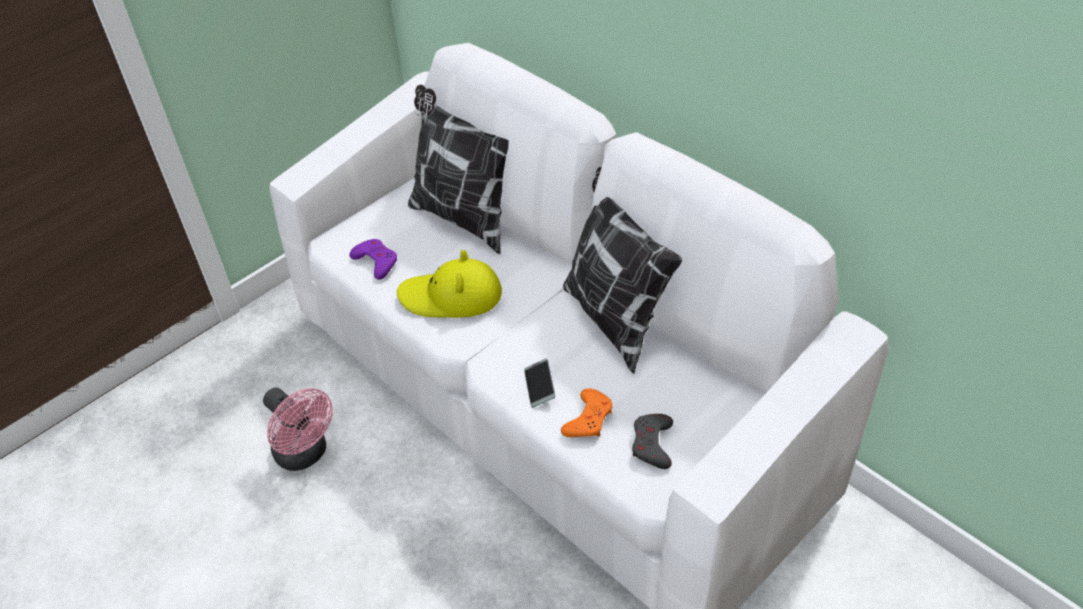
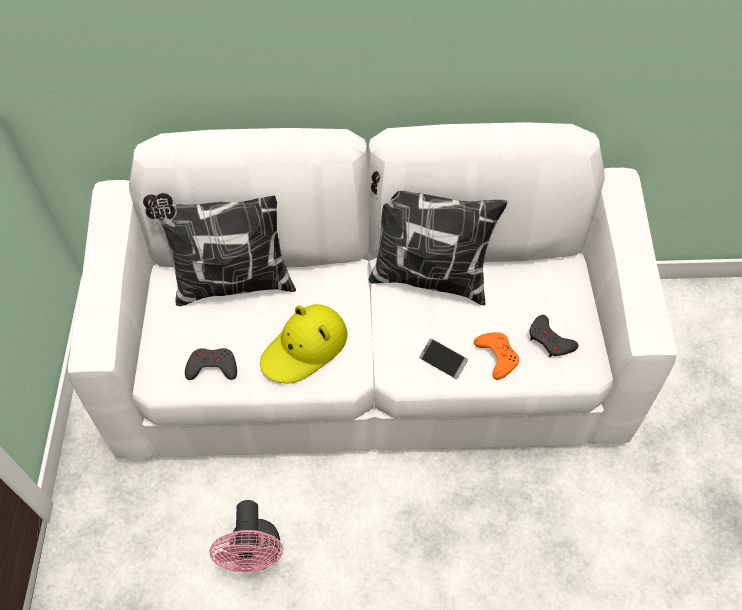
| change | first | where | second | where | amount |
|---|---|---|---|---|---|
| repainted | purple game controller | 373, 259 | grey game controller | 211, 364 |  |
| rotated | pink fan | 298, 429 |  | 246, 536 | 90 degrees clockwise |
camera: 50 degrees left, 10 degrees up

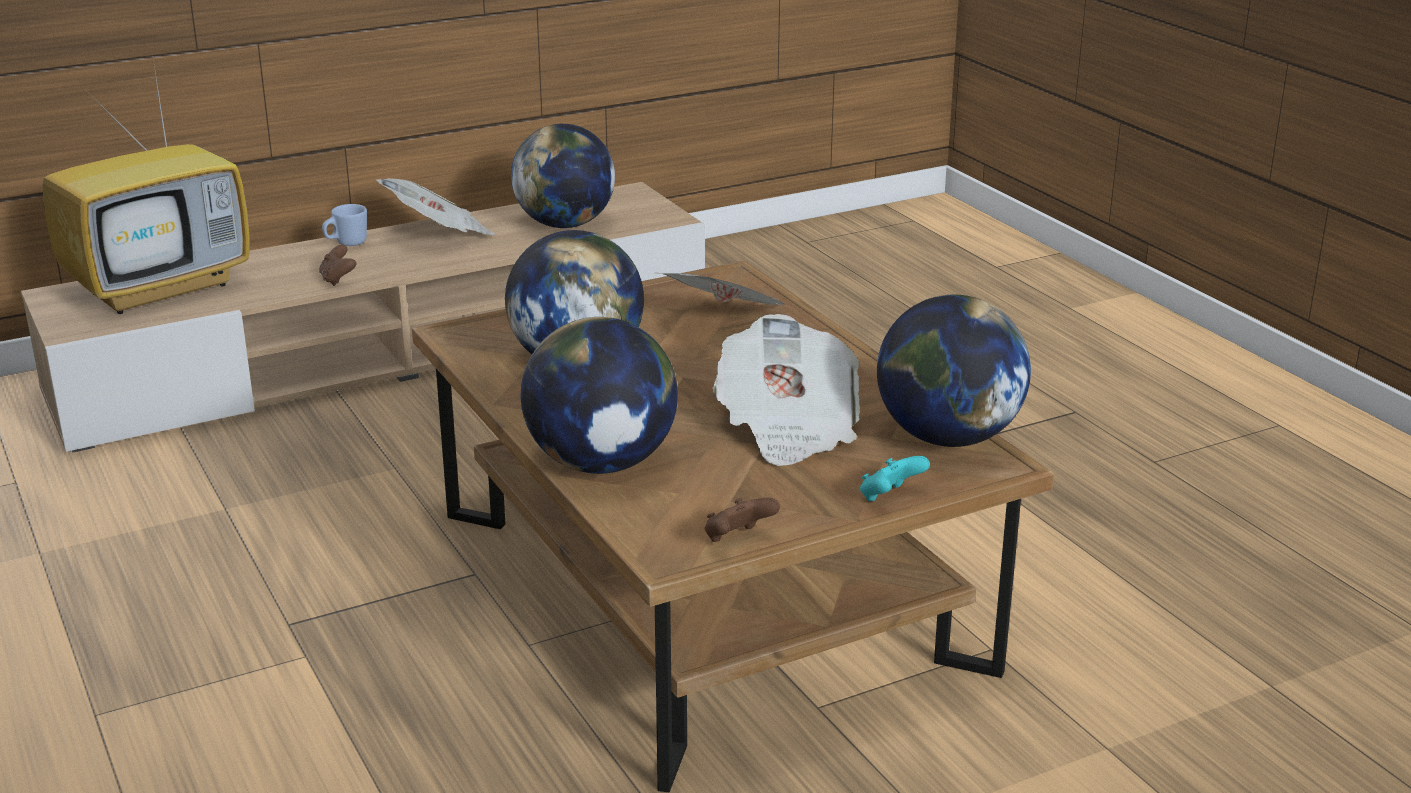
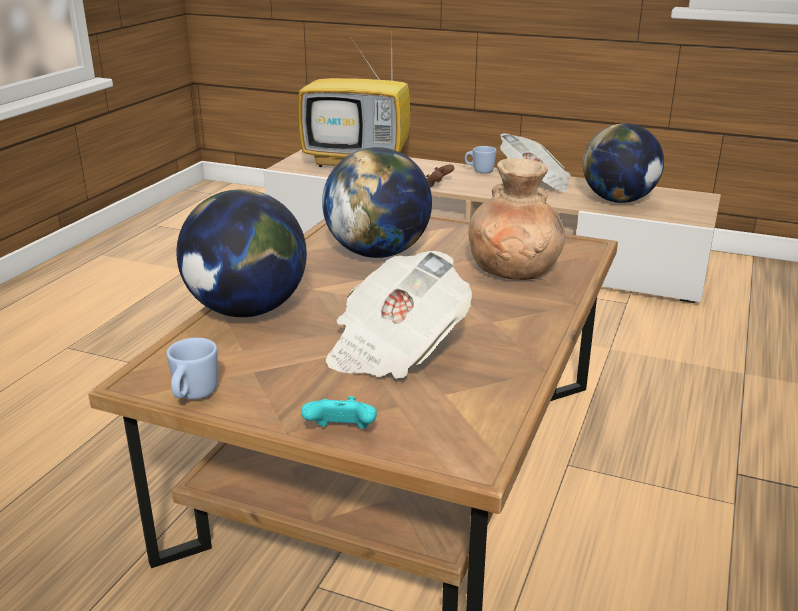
| change | first | where | second | where | amount |
|---|---|---|---|---|---|
| swapped | brown game controller | 742, 520 | blue mug | 191, 368 |  |
| swapped | newspaper | 719, 288 | brown vase | 516, 219 |  |
| gone | globe | 954, 370 |  |  |  |
camera: 50 degrees right, 0 degrees up

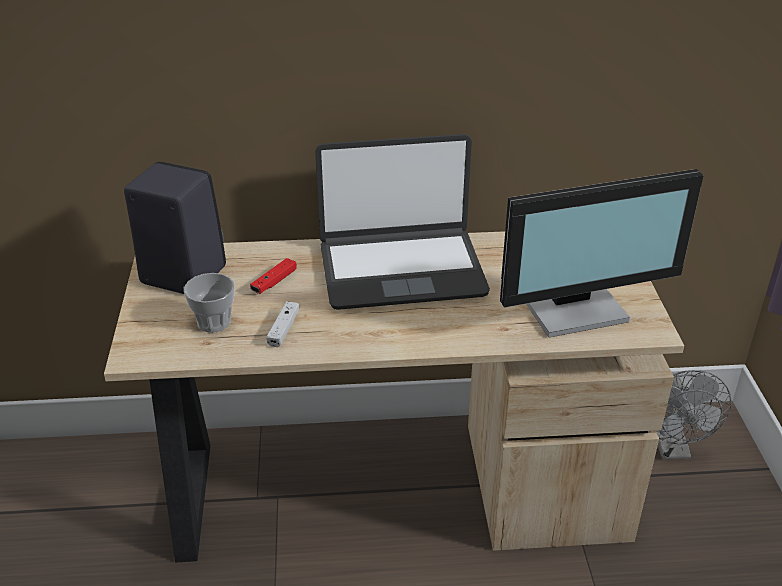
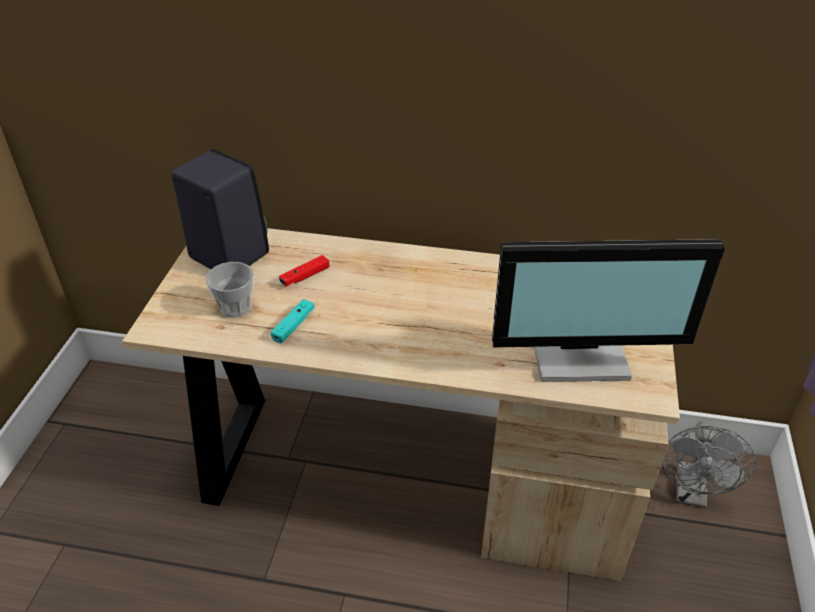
| change | first | where | second | where | amount |
|---|---|---|---|---|---|
| repainted | white game controller | 283, 324 | turquoise game controller | 293, 321 |  |
| gone | laptop | 402, 222 |  |  |  |
camera: 15 degrees right, 5 degrees up

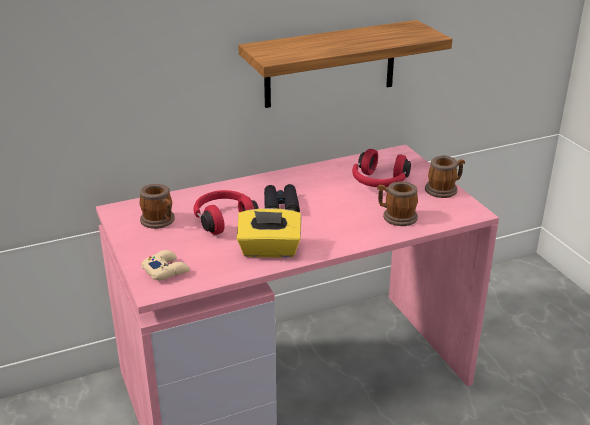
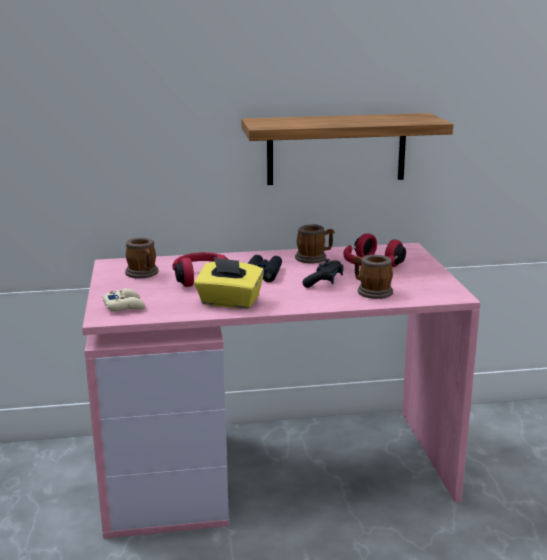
| change | first | where | second | where | amount |
|---|---|---|---|---|---|
| shifted | mug | 445, 176 |  | 315, 243 |  |
| new |  |  | black game controller | 323, 273 |  |
camera: 15 degrees right, 10 degrees down

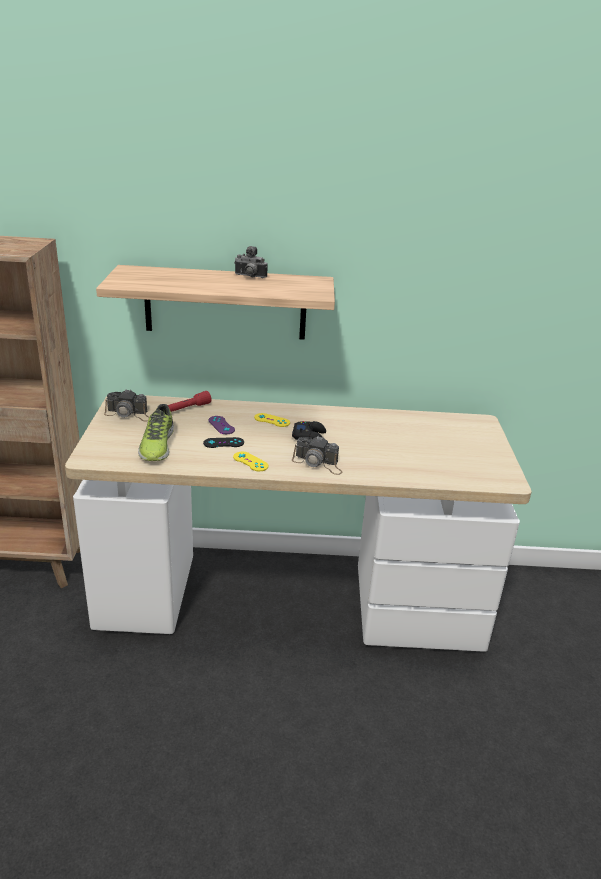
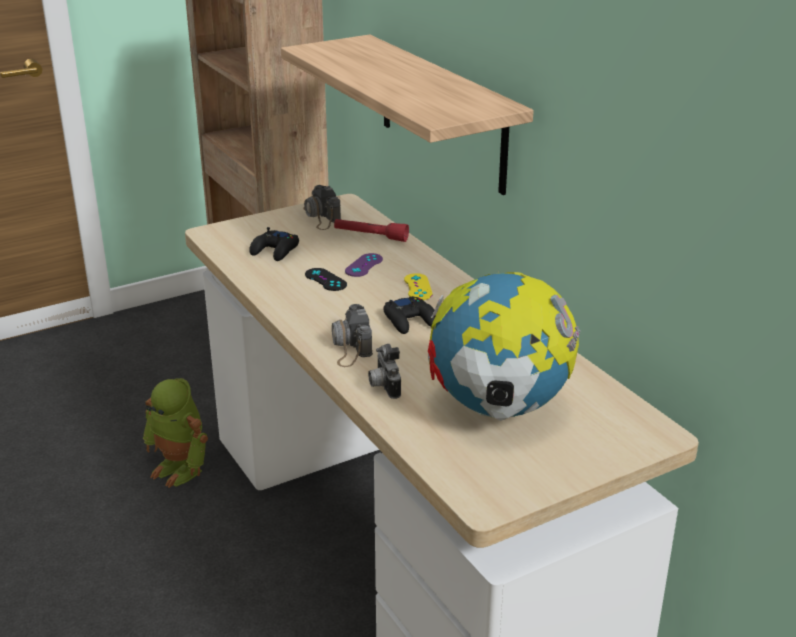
| change | first | where | second | where | amount |
|---|---|---|---|---|---|
| new |  |  | toy robot | 175, 433 |  |
| swapped | shoe | 156, 432 | black game controller | 274, 244 |  |
| shifted | photo camera | 251, 262 |  | 384, 371 |  |
| new |  |  | globe | 504, 346 |  |
| gone | yellow game controller | 251, 461 |  |  |  |
camera: 60 degrees right, 0 degrees up

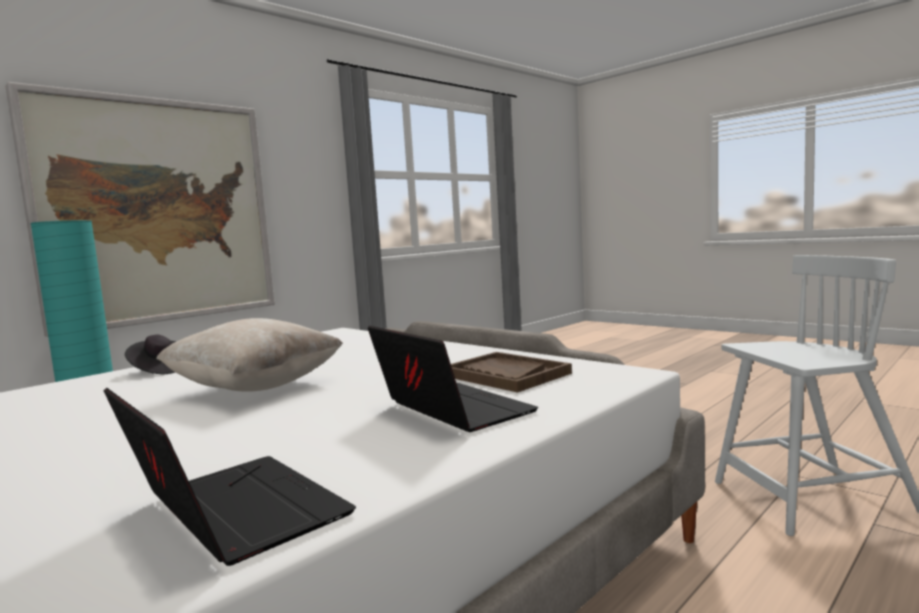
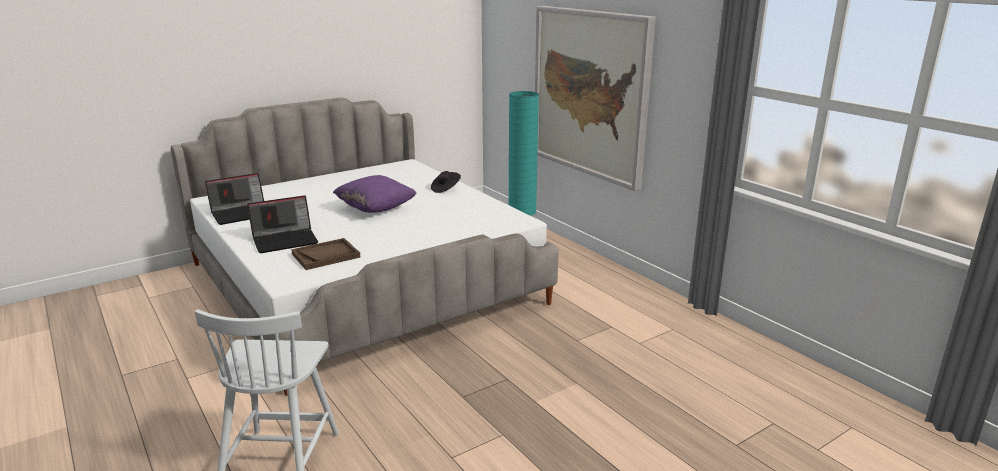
| change | first | where | second | where | amount |
|---|---|---|---|---|---|
| repainted | beige pillow | 249, 355 | purple pillow | 375, 194 |  |
camera: 100 degrees right, 15 degrees up

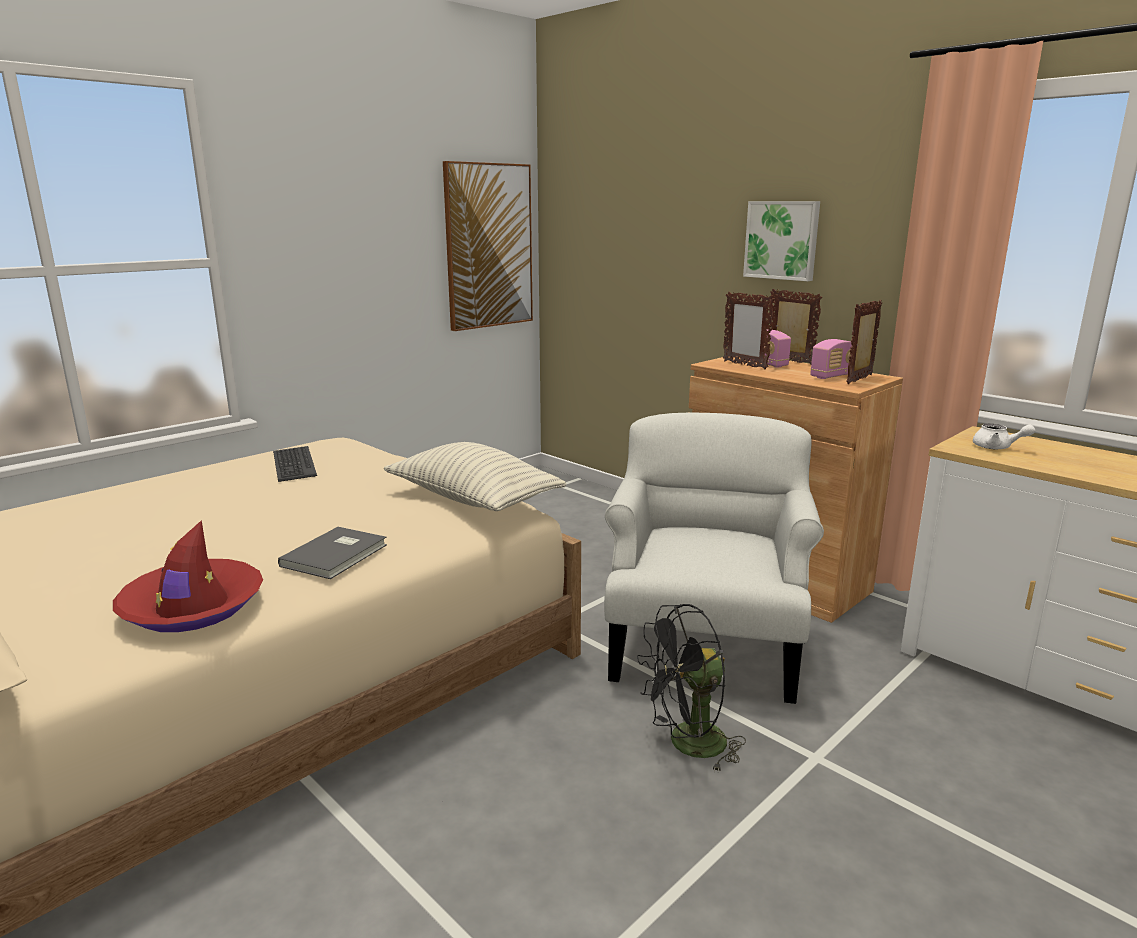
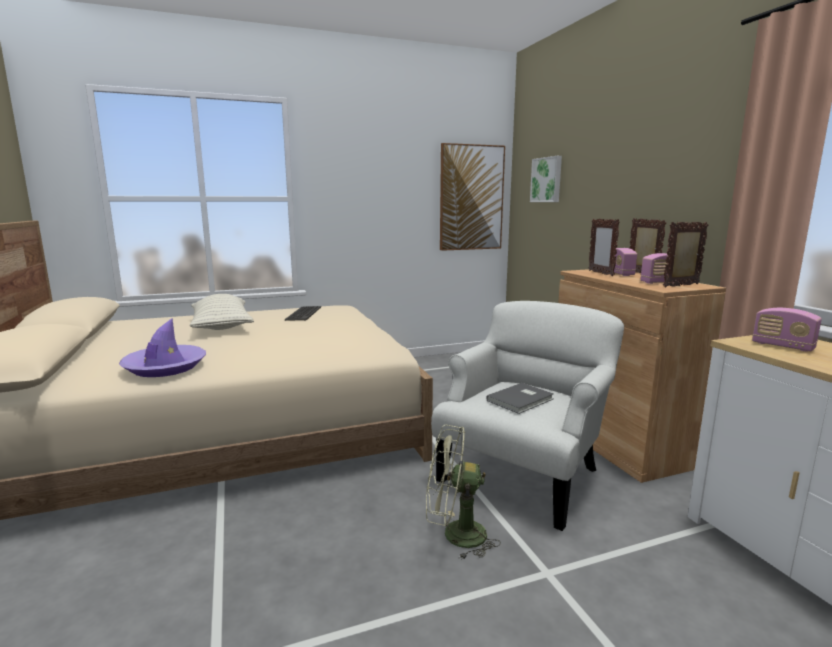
| change | first | where | second | where | amount |
|---|---|---|---|---|---|
| repainted | red hat | 188, 576 | purple hat | 162, 347 |  |
| shifted | pillow | 475, 476 |  | 222, 312 |  |
| repainted | black fan | 691, 688 | green fan | 463, 492 |  |
| shifted | grey book | 332, 553 |  | 520, 398 |  |
| shifted | picture | 781, 241 |  | 546, 179 |  |
| swapped | white teapot | 1004, 436 | radio | 787, 330 |  |
camera: 25 degrees right, 5 degrees down

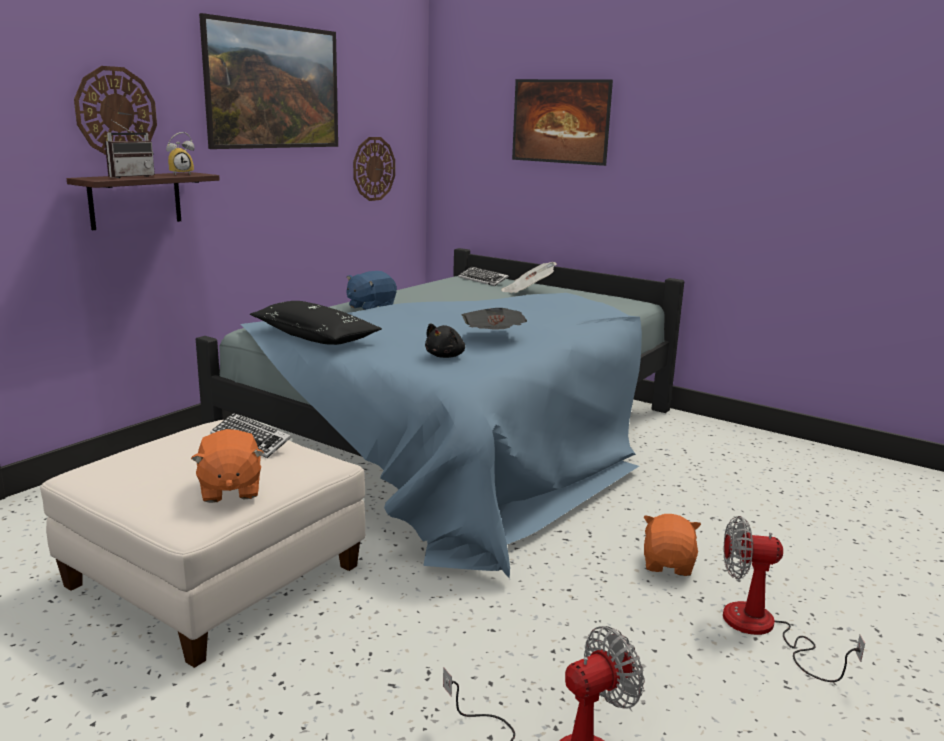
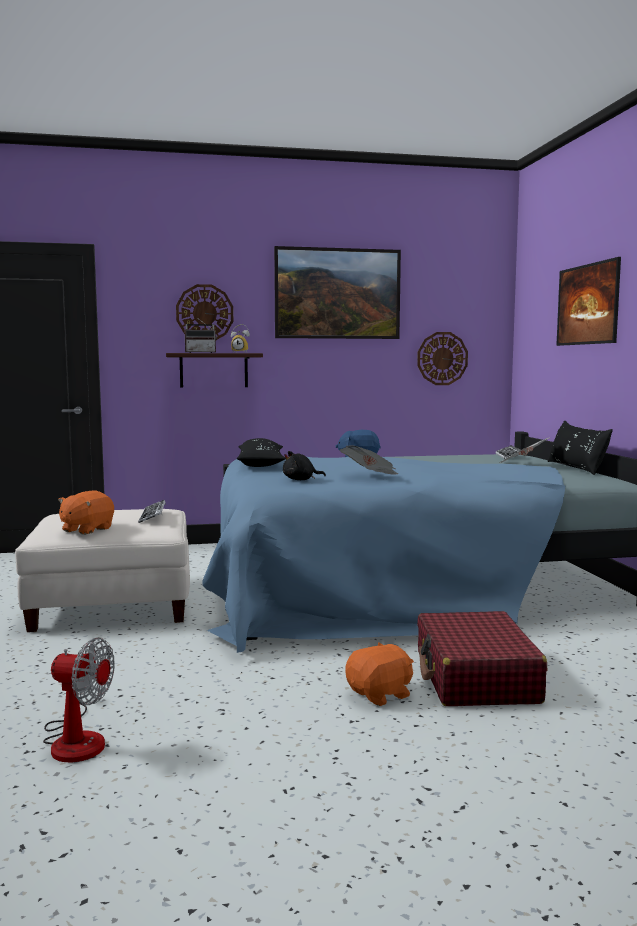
| change | first | where | second | where | amount |
|---|---|---|---|---|---|
| new |  |  | red suitcase | 482, 658 |  |
| new |  |  | black pillow | 580, 448 |  |
| gone | fan | 794, 599 |  |  |  |
camera: 45 degrees right, 10 degrees down

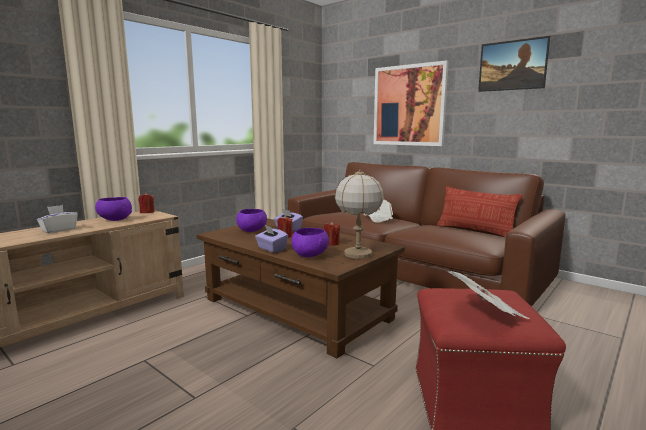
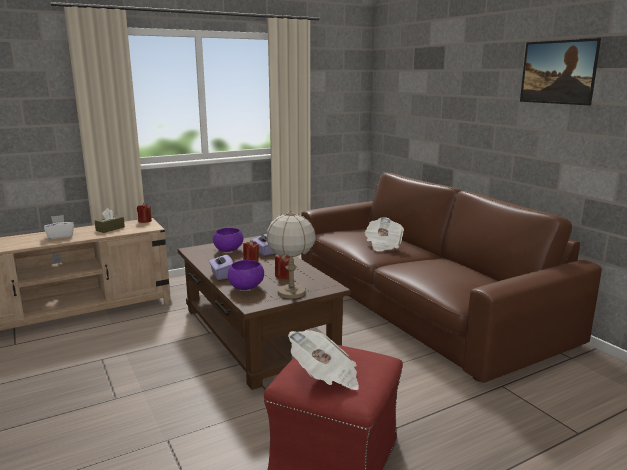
| change | first | where | second | where | amount |
|---|---|---|---|---|---|
| swapped | purple bowl | 113, 209 | brown tissue box | 110, 220 |  |
| gone | picture | 411, 103 |  |  |  |
| gone | pillow | 479, 211 |  |  |  |
camera: 20 degrees right, 5 degrees up

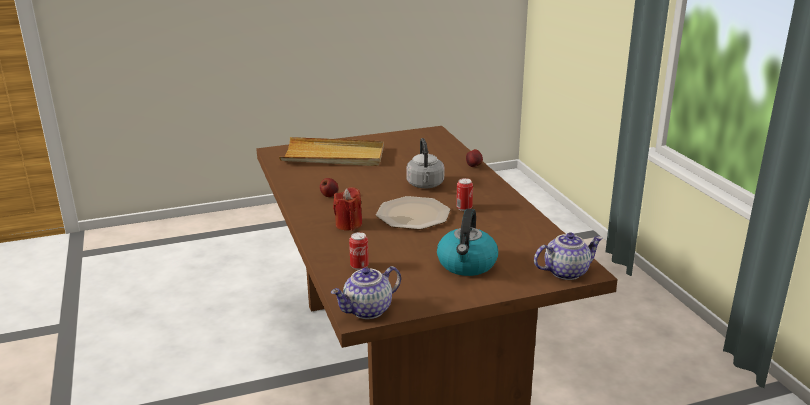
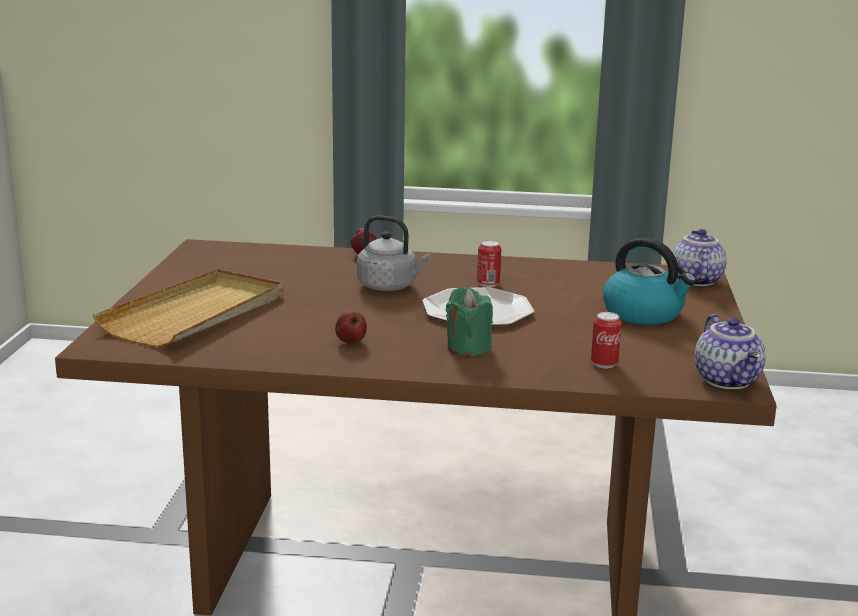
| change | first | where | second | where | amount |
|---|---|---|---|---|---|
| repainted | red candle | 347, 209 | green candle | 469, 321 |  |
camera: 65 degrees left, 5 degrees down

